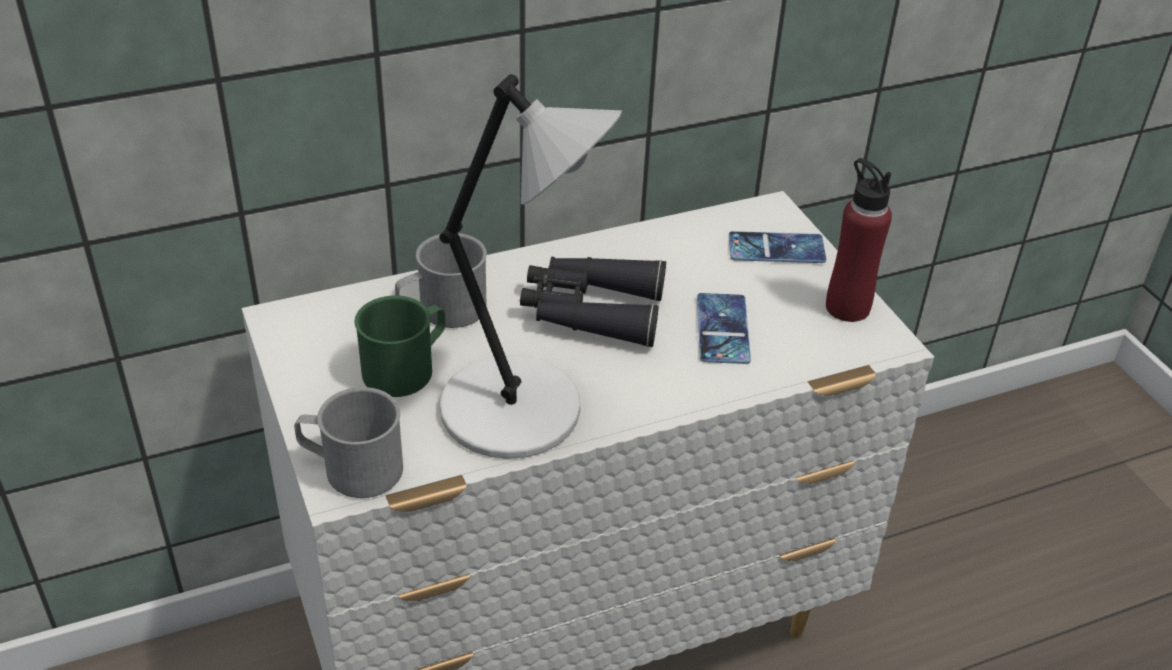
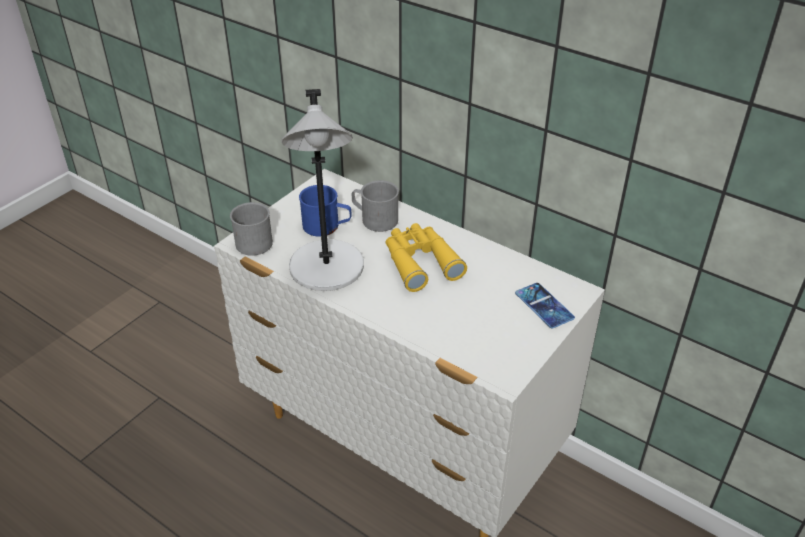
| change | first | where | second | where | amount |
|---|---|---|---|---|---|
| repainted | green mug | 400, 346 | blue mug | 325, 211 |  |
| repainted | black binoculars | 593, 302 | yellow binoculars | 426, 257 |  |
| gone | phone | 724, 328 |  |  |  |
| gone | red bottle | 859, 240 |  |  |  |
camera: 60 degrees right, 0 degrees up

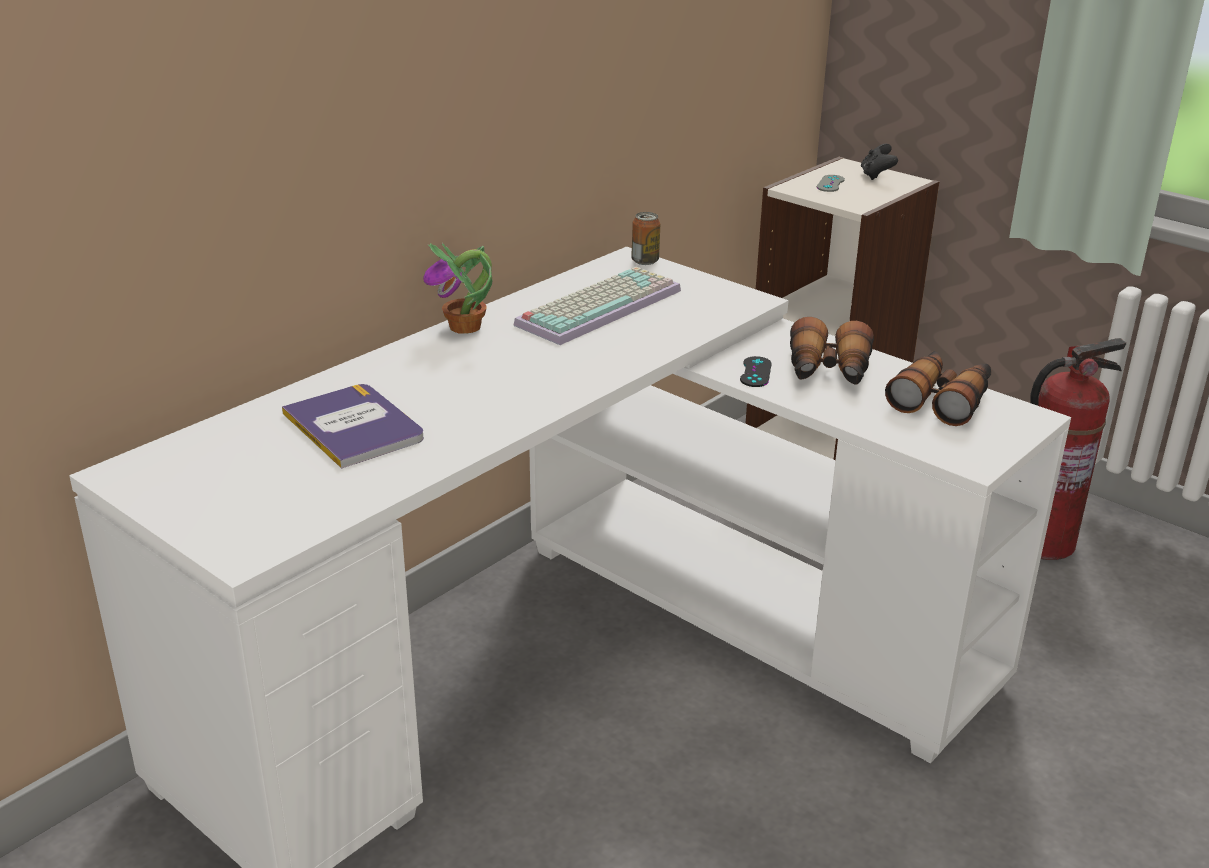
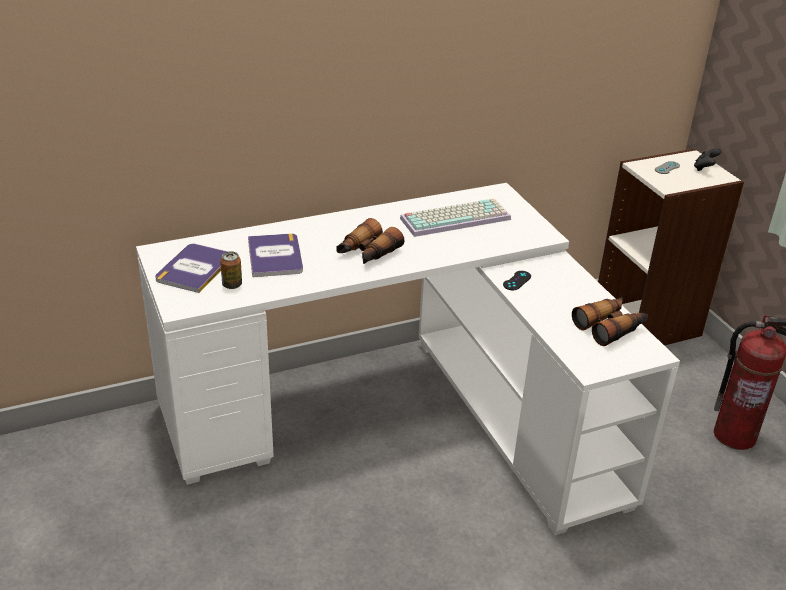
| change | first | where | second | where | amount |
|---|---|---|---|---|---|
| new |  |  | book | 191, 268 |  |
| shifted | can | 646, 238 |  | 231, 270 |  |
| shifted | binoculars | 832, 351 |  | 370, 241 |  |
| gone | potted plant | 458, 288 |  |  |  |
camera: 25 degrees right, 5 degrees up

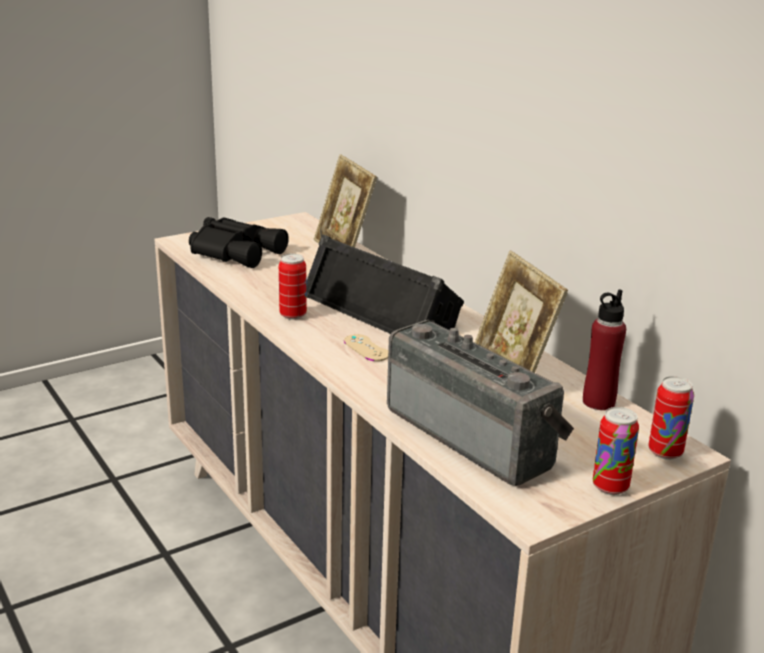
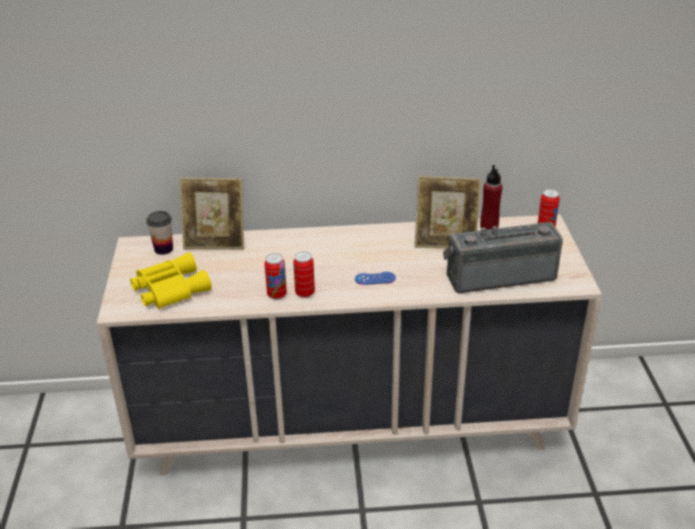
| change | first | where | second | where | amount |
|---|---|---|---|---|---|
| repainted | black binoculars | 239, 242 | yellow binoculars | 171, 280 |  |
| new |  |  | cup | 159, 233 |  |
| shifted | can | 616, 451 |  | 276, 276 |  |
| repainted | beige game controller | 366, 347 | blue game controller | 375, 278 |  |
| gone | black speaker | 385, 284 |  |  |  |
camera: 60 degrees left, 10 degrees up

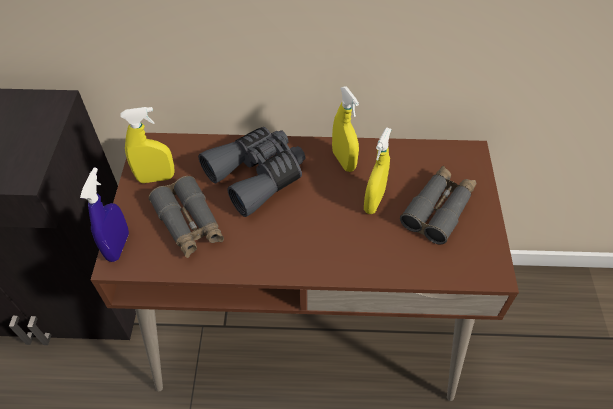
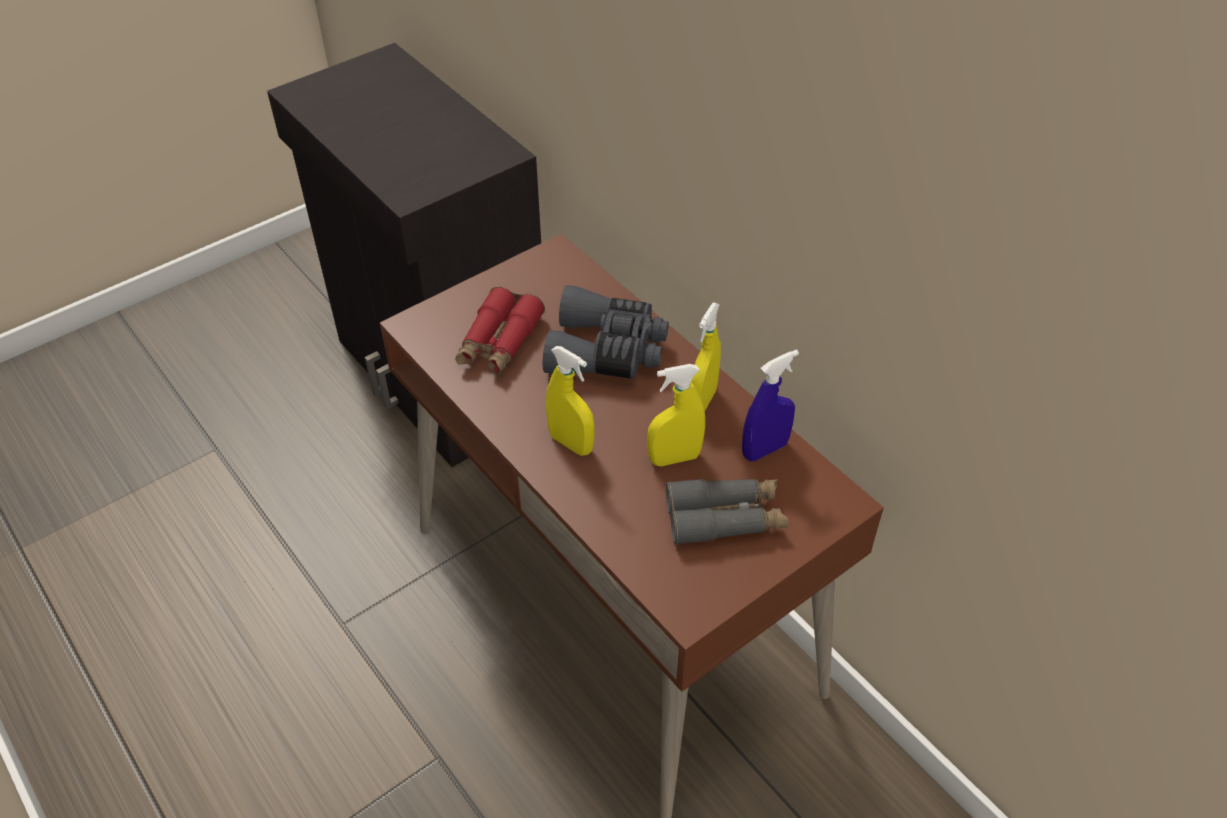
| change | first | where | second | where | amount |
|---|---|---|---|---|---|
| repainted | grey binoculars | 186, 217 | red binoculars | 500, 331 |  |
| shifted | yellow spray bottle | 148, 145 |  | 570, 401 |  |
| shifted | blue spray bottle | 104, 214 |  | 770, 405 |  |
camera: 50 degrees right, 5 degrees down

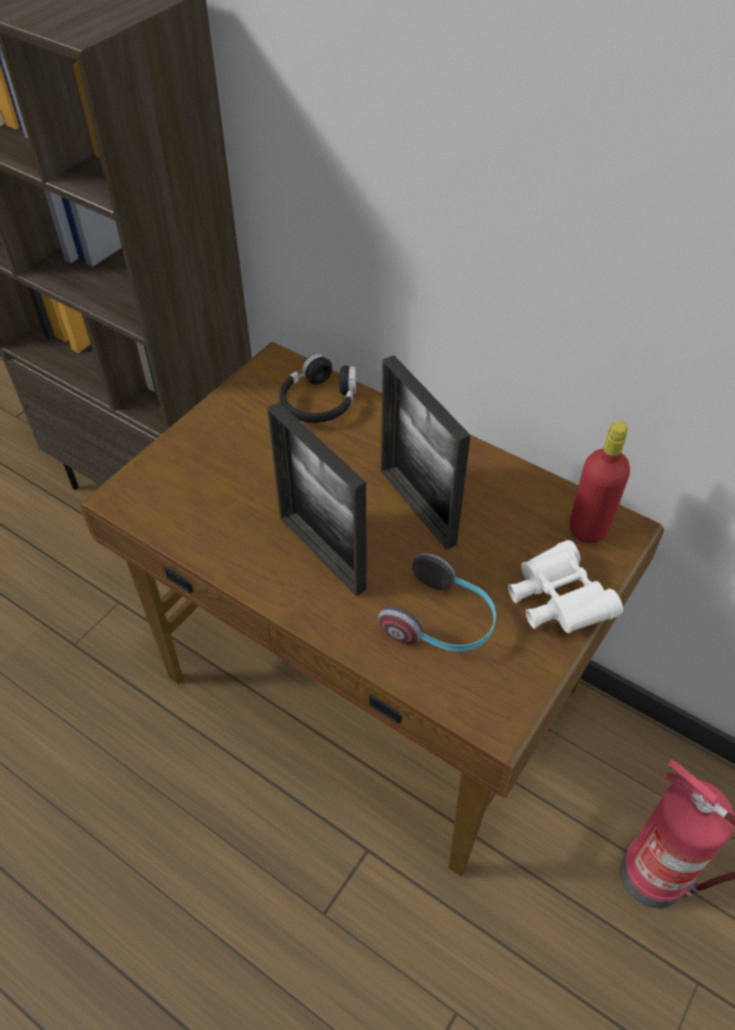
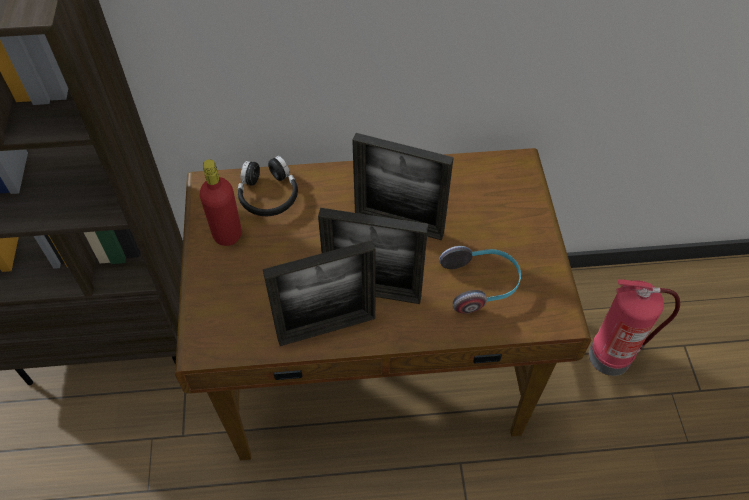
| change | first | where | second | where | amount |
|---|---|---|---|---|---|
| shifted | red bottle | 600, 482 |  | 220, 202 |  |
| new |  |  | picture frame | 319, 293 |  |
| gone | white binoculars | 565, 586 |  |  |  |
camera: 40 degrees left, 5 degrees up

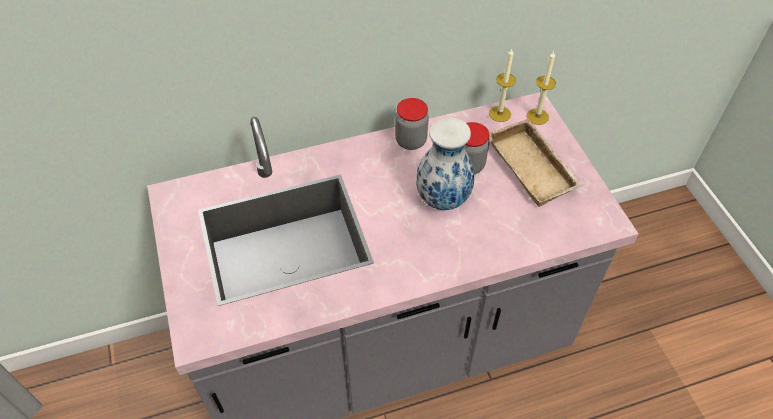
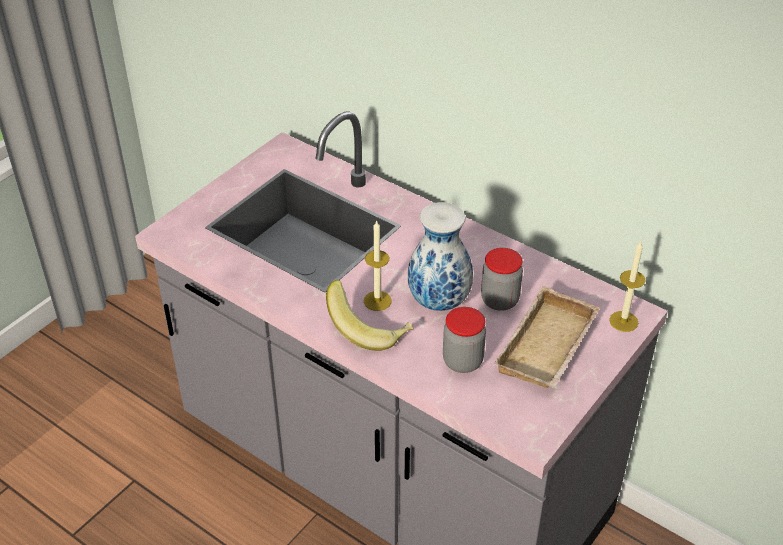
| change | first | where | second | where | amount |
|---|---|---|---|---|---|
| new |  |  | banana | 370, 315 |  |
| shifted | candle | 502, 85 |  | 378, 265 |  |
| shifted | jar | 412, 124 |  | 464, 340 |  |
camera: 55 degrees right, 10 degrees down

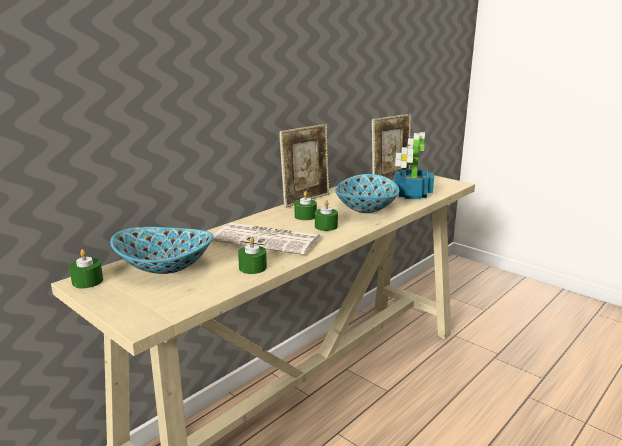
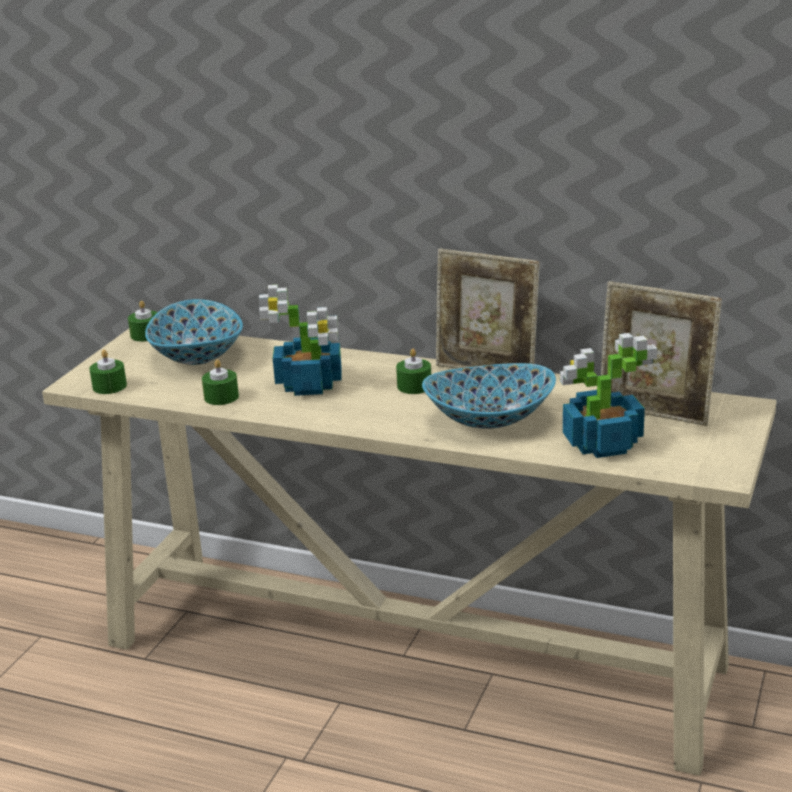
| change | first | where | second | where | amount |
|---|---|---|---|---|---|
| shifted | green candle | 326, 215 |  | 108, 372 |  |
| swapped | newspaper | 266, 239 | potted plant | 300, 340 |  |
camera: 70 degrees right, 5 degrees up

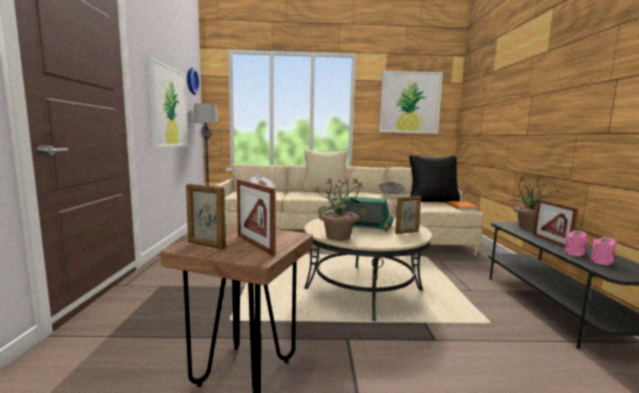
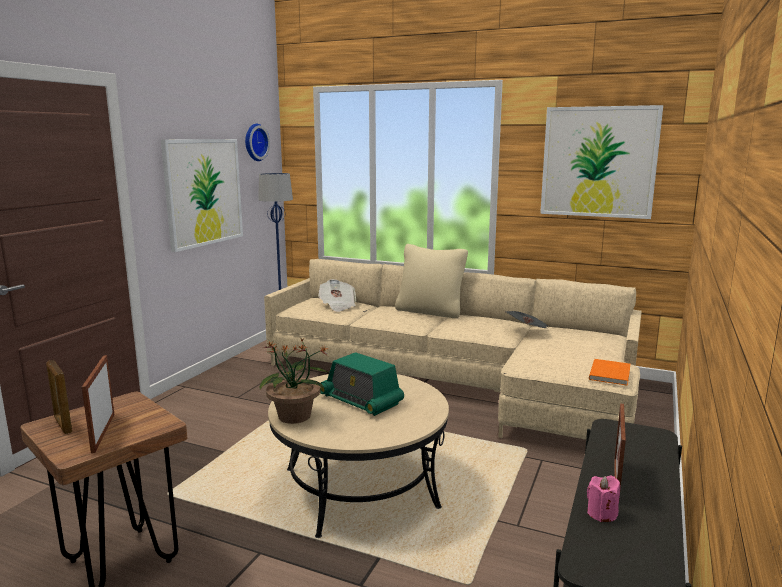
| change | first | where | second | where | amount |
|---|---|---|---|---|---|
| gone | picture frame | 408, 215 |  |  |  |
| gone | black pillow | 434, 178 |  |  |  |
| gone | potted plant | 533, 203 |  |  |  |
| gone | pink candle | 603, 251 |  |  |  |
camera: 25 degrees right, 5 degrees up

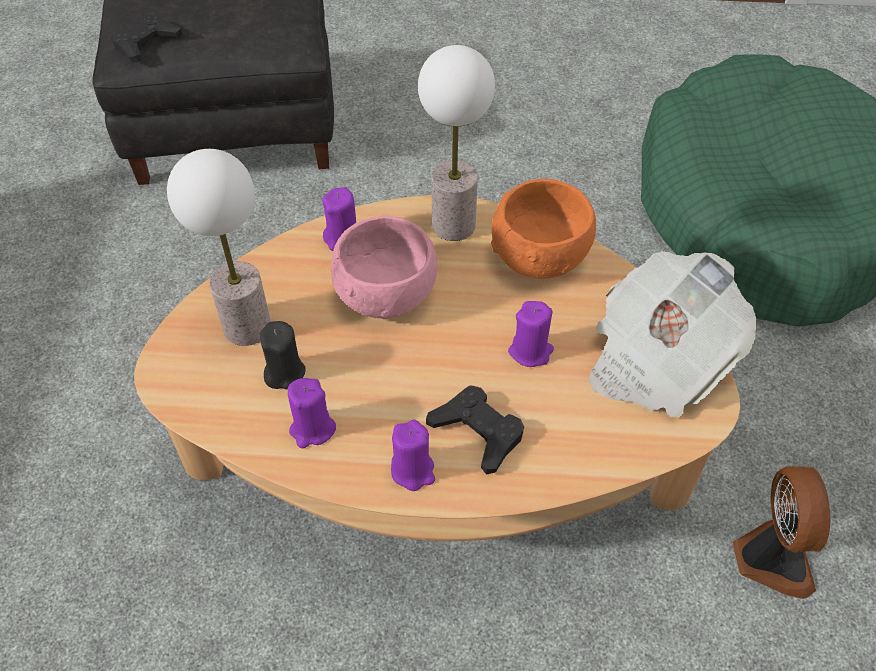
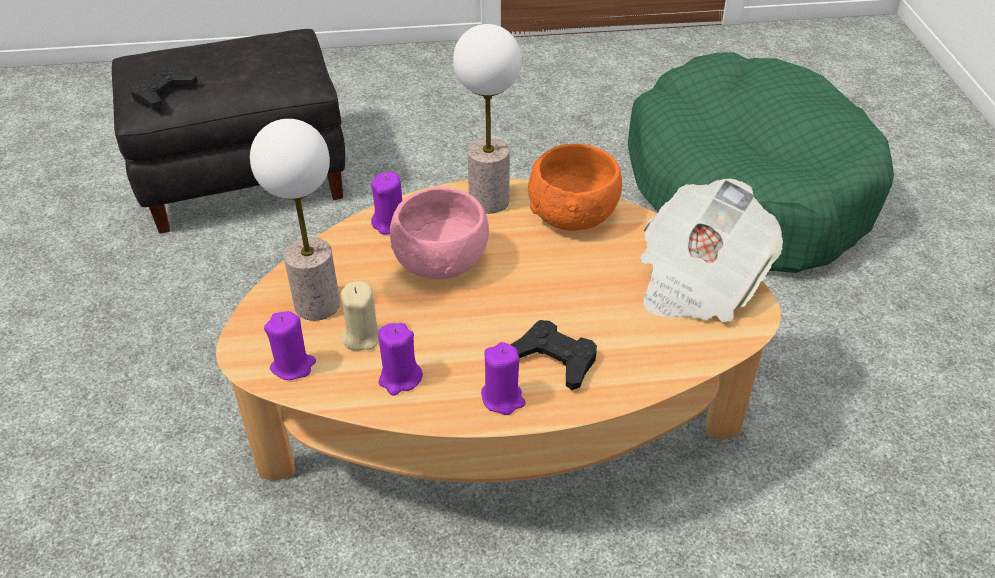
| change | first | where | second | where | amount |
|---|---|---|---|---|---|
| shifted | purple candle | 531, 334 |  | 290, 345 |  |
| repainted | black candle | 283, 355 | beige candle | 360, 316 |  |
| gone | fan | 781, 532 |  |  |  |
camera: 10 degrees left, 10 degrees down

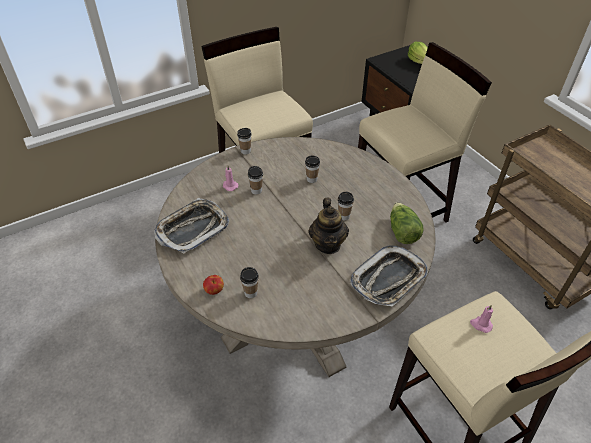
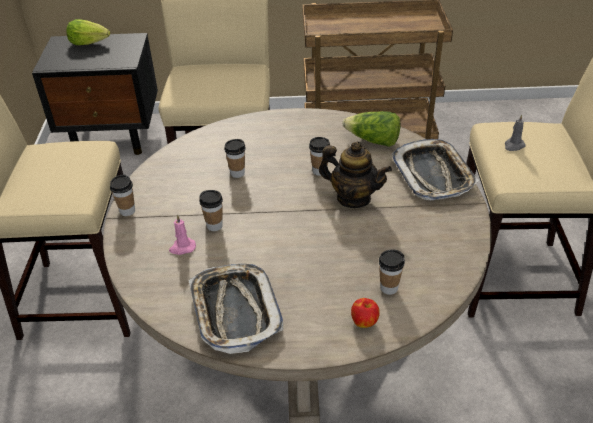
| change | first | where | second | where | amount |
|---|---|---|---|---|---|
| repainted | pink candle | 481, 319 | grey candle | 515, 132 |  |
camera: 60 degrees left, 5 degrees down

